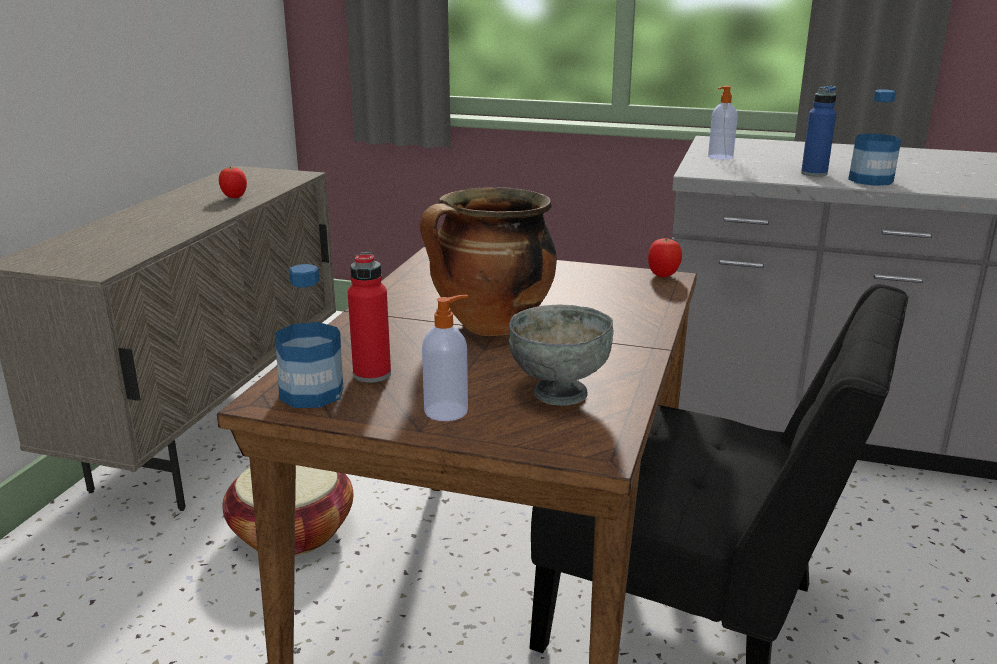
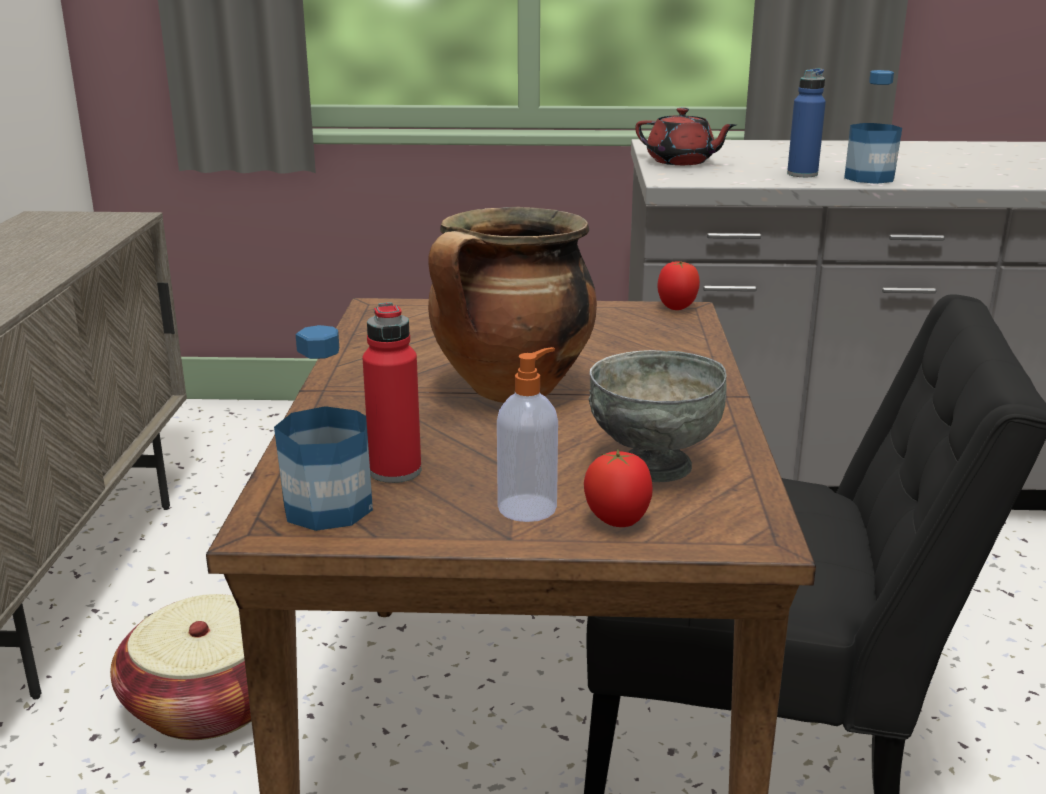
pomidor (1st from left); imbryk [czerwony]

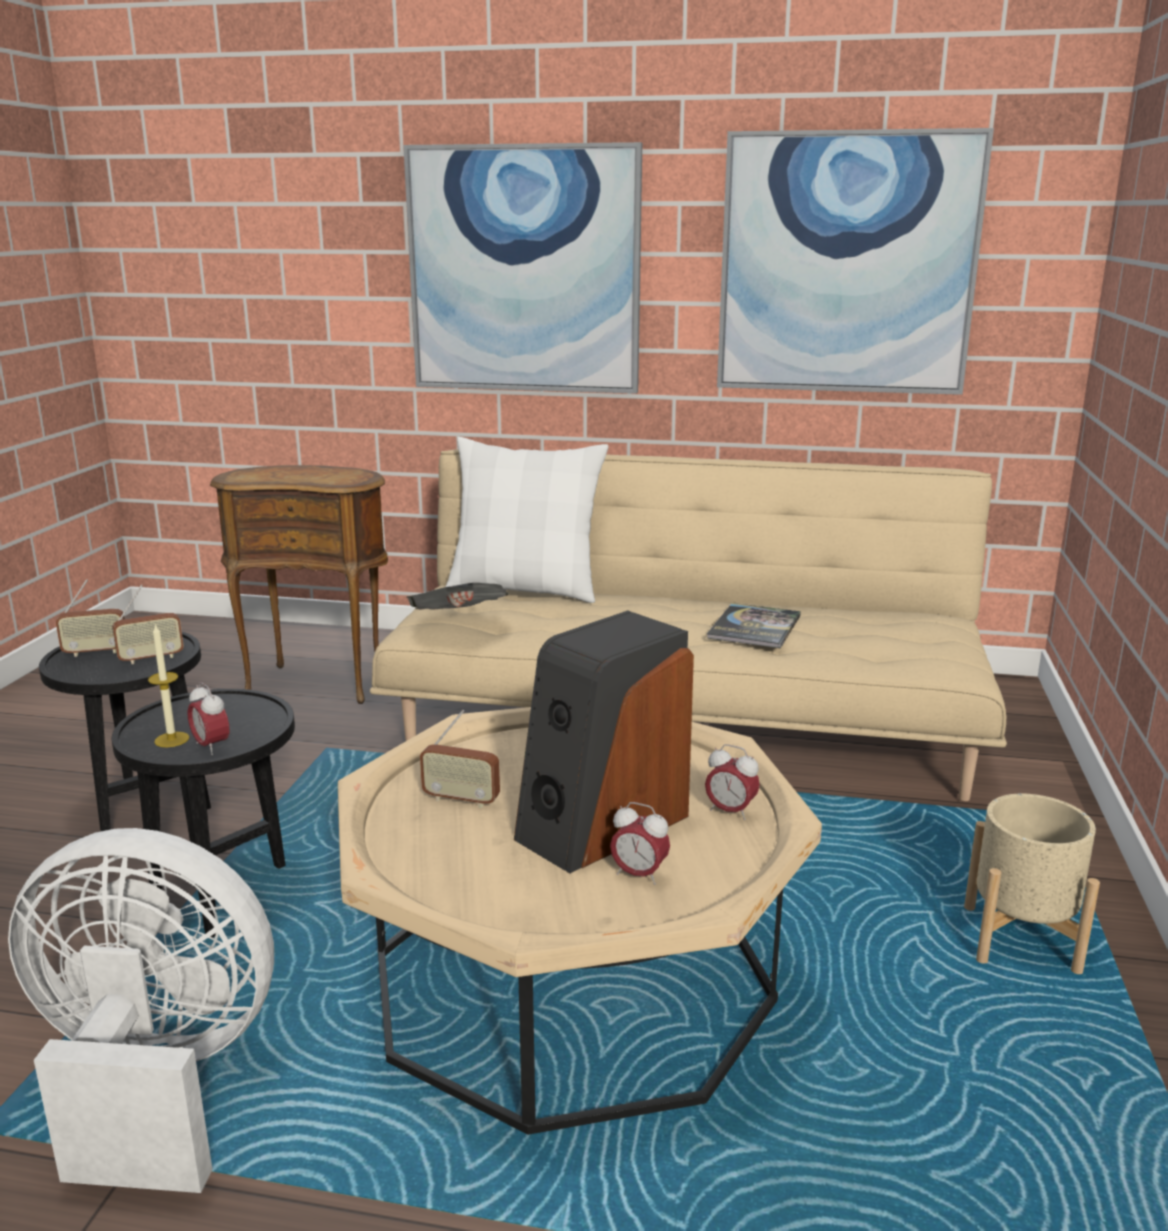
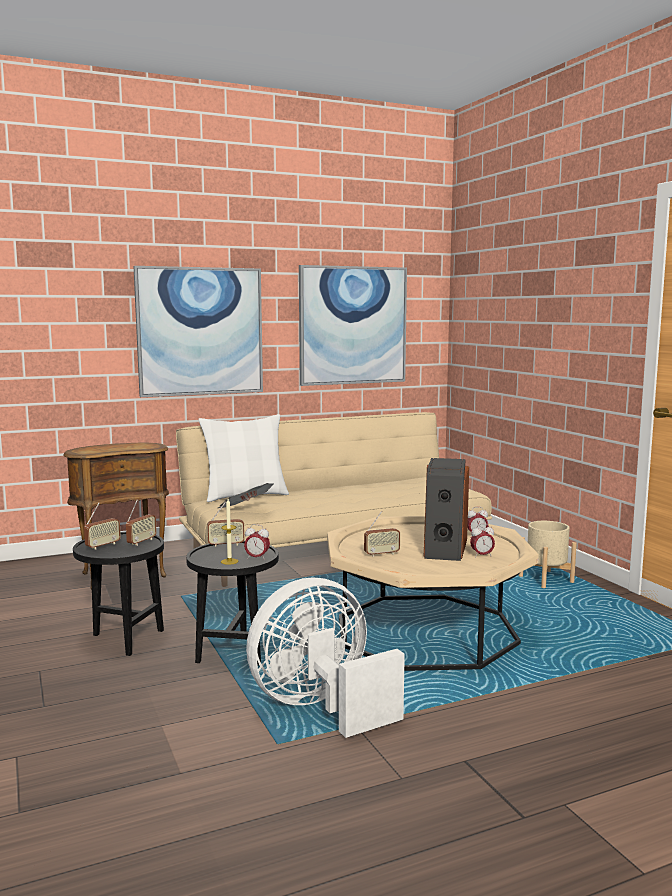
radio (3rd from left); książka

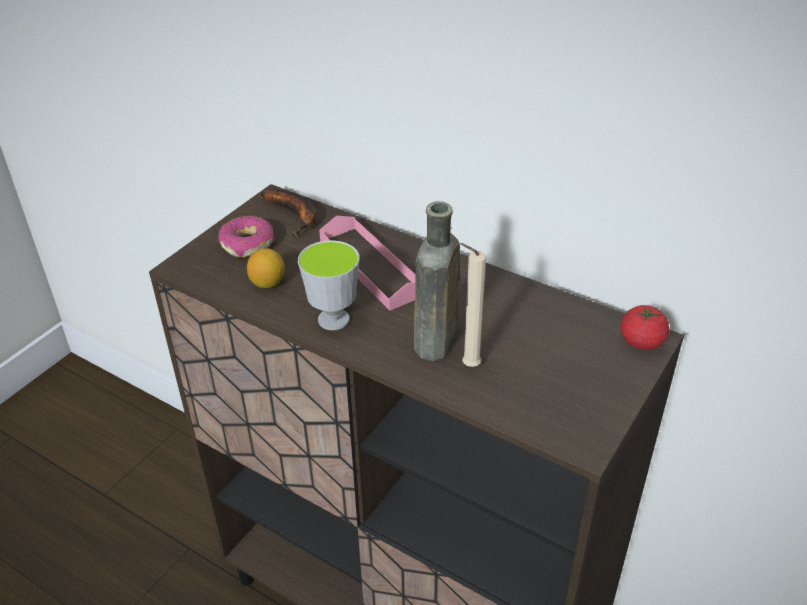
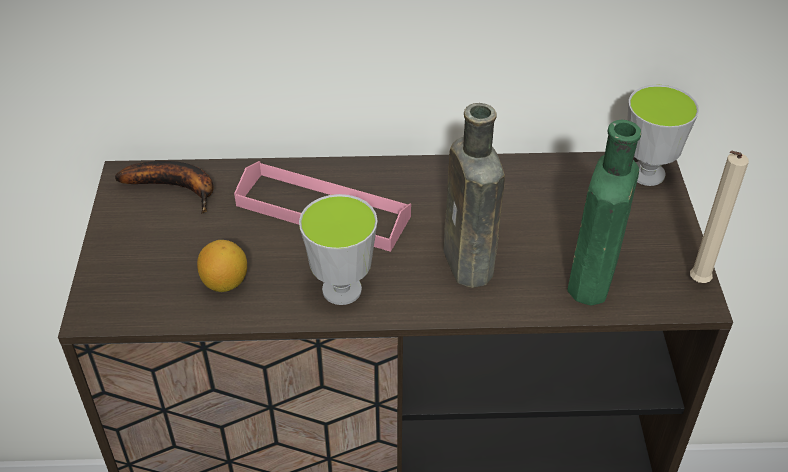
butelka [zielony]; filiżanka (2nd from left); świeca [beżowy]; donut

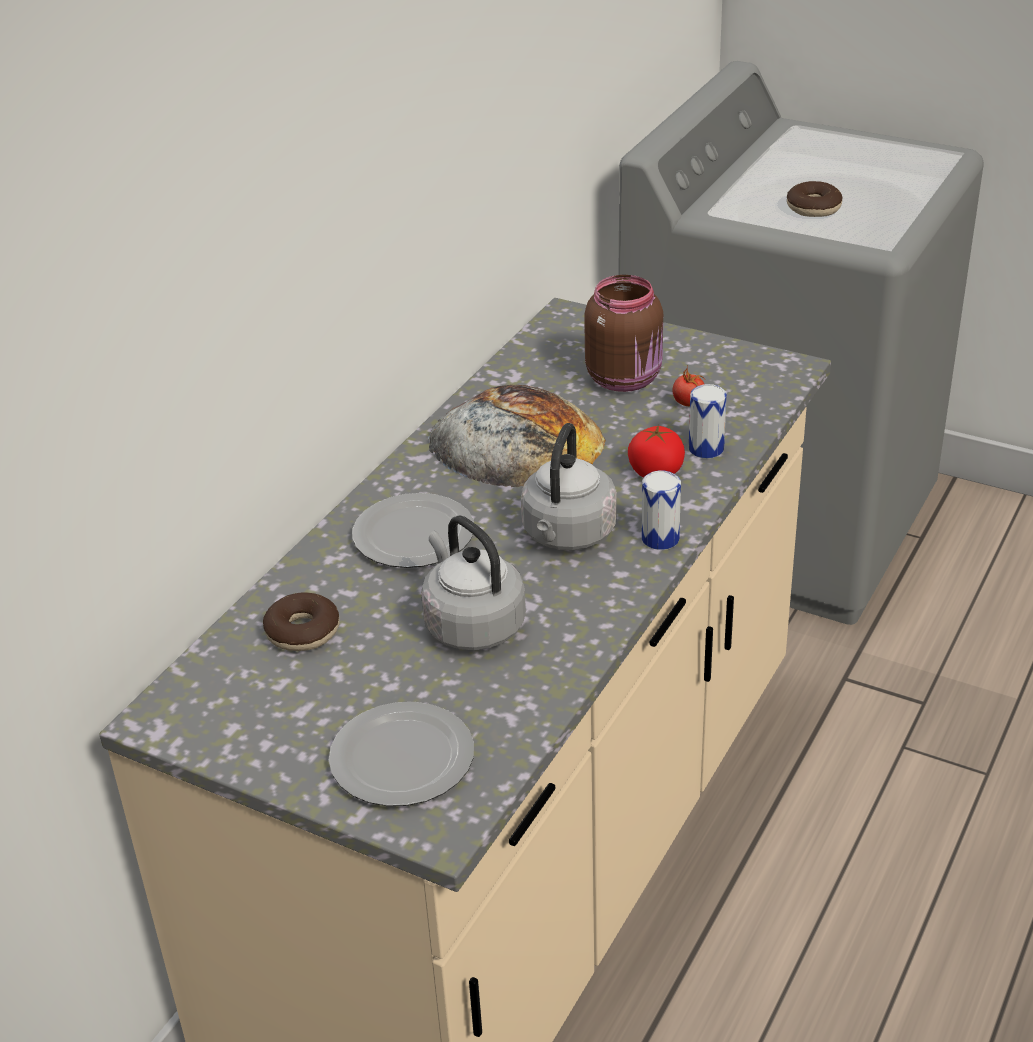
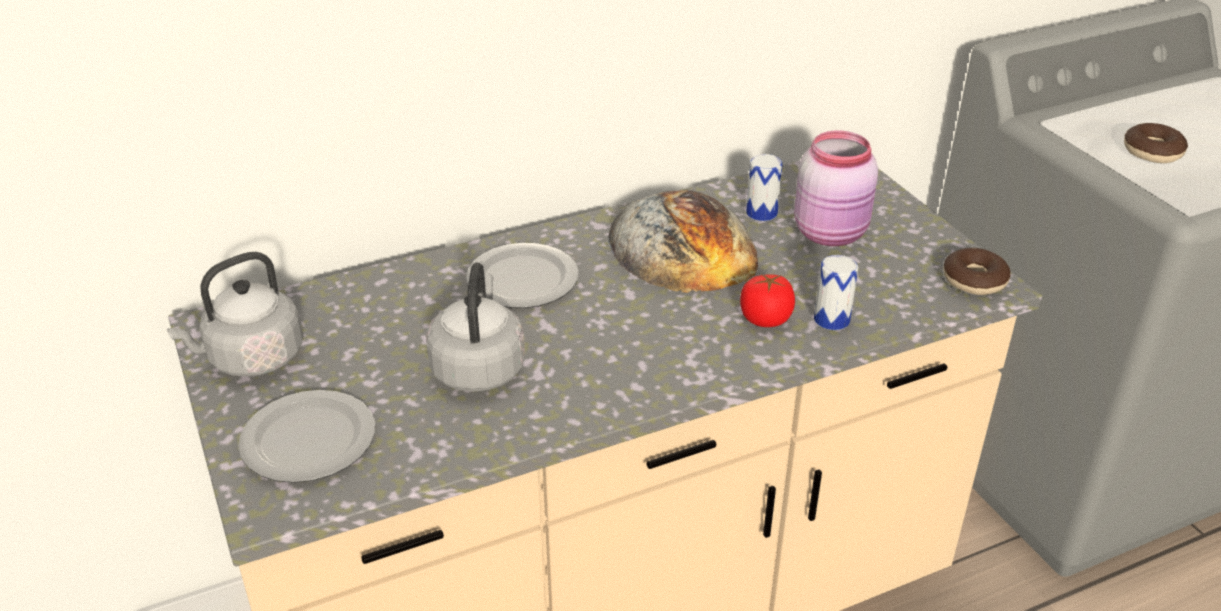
czajnik [szary] (1st from left); puszka (1st from left); słoik [różowy]; donut (1st from left); pomidor (2nd from left in the first image)

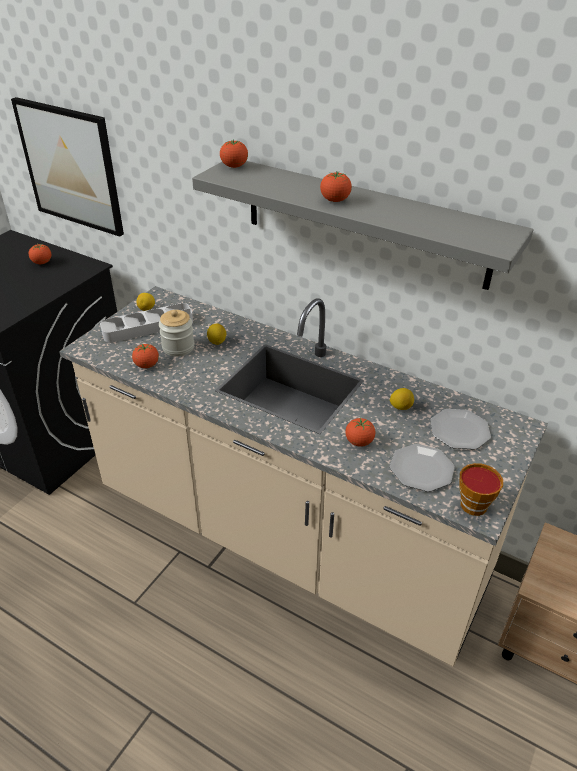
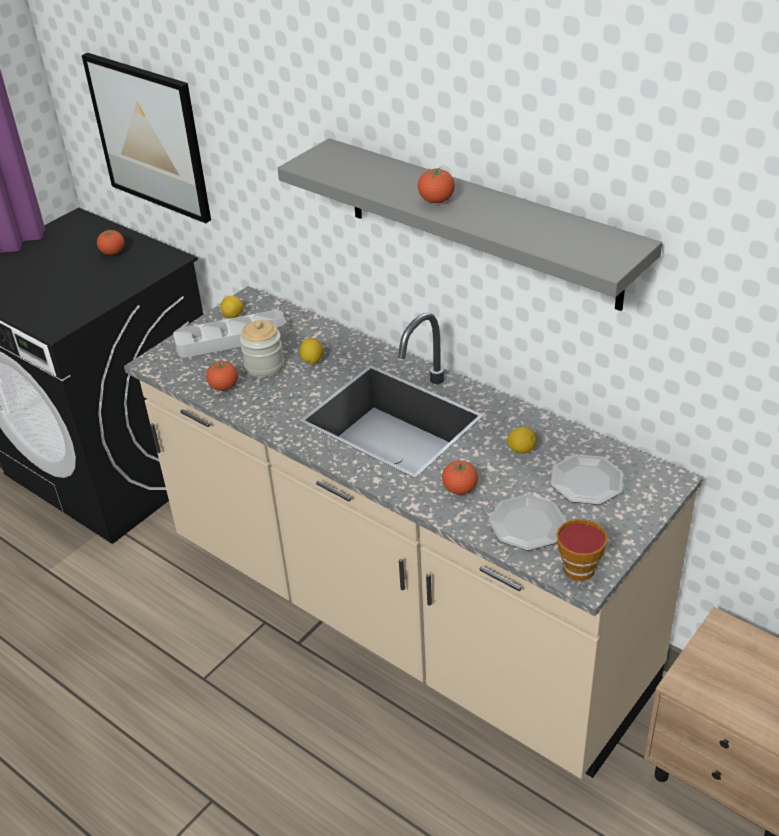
pomidor (3rd from left in the first image)

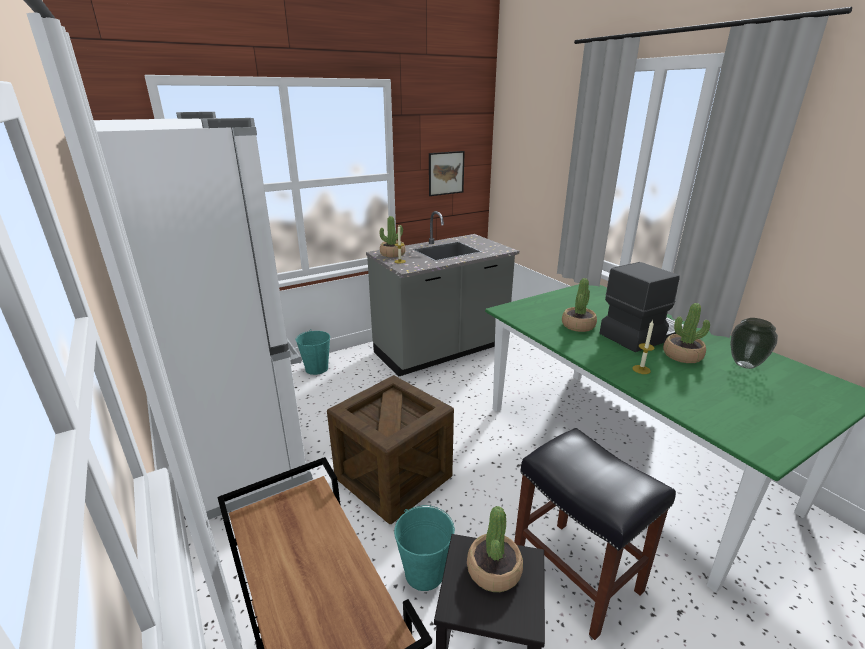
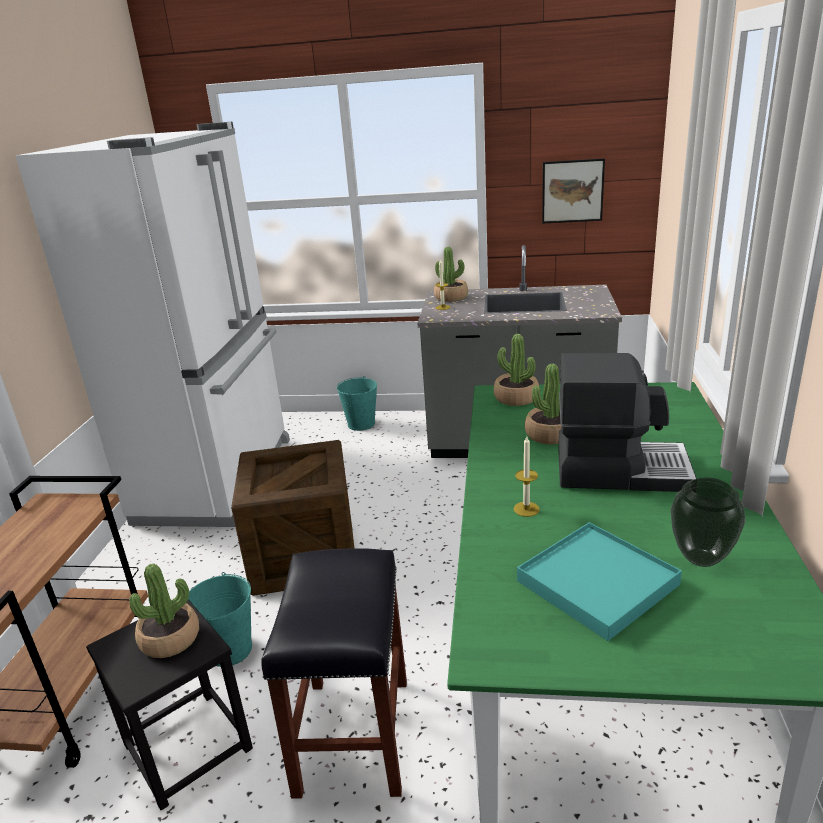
roślina doniczkowa (3rd from left); taca [turkusowy]

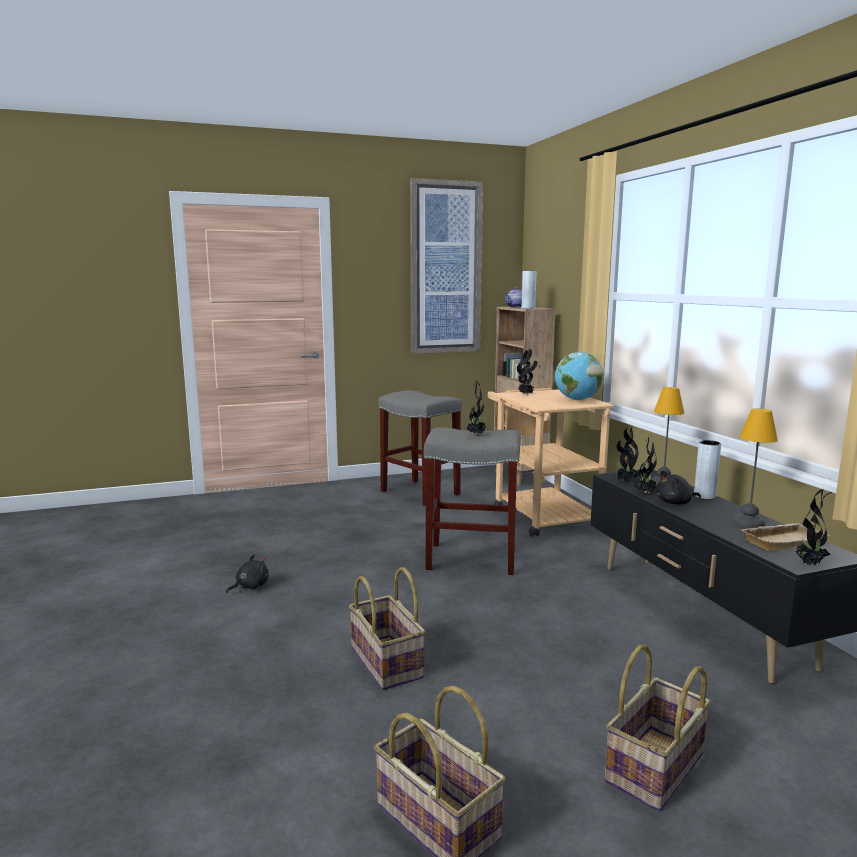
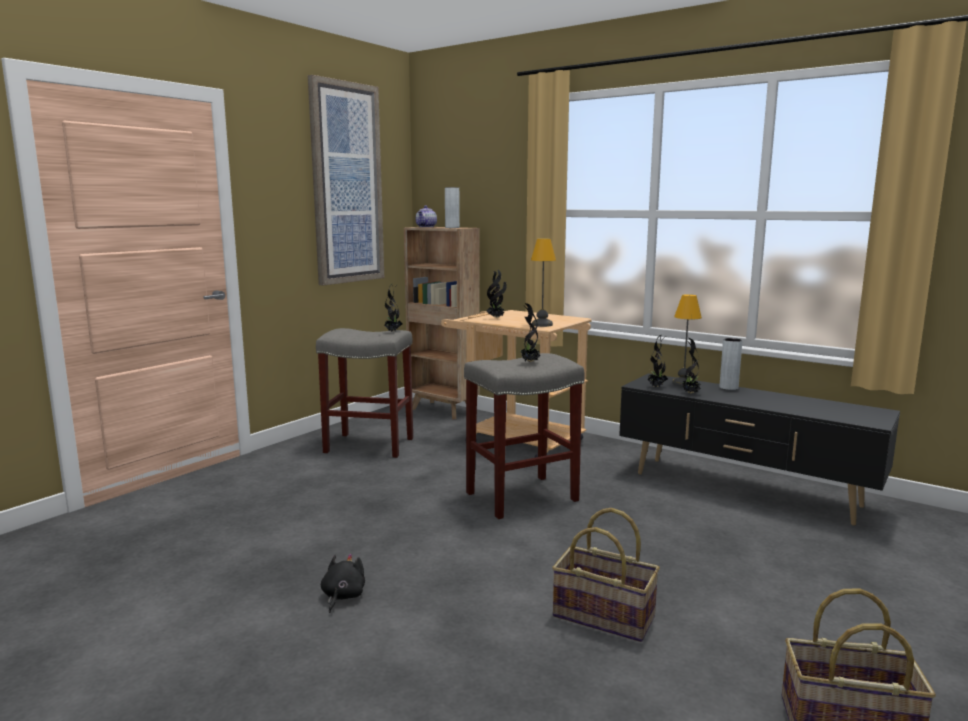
roślina doniczkowa (1st from left); lampa stołowa (1st from left); globus; koszyk (3rd from left in the first image); pluszak [czarny] (2nd from left in the first image); taca [beżowy]

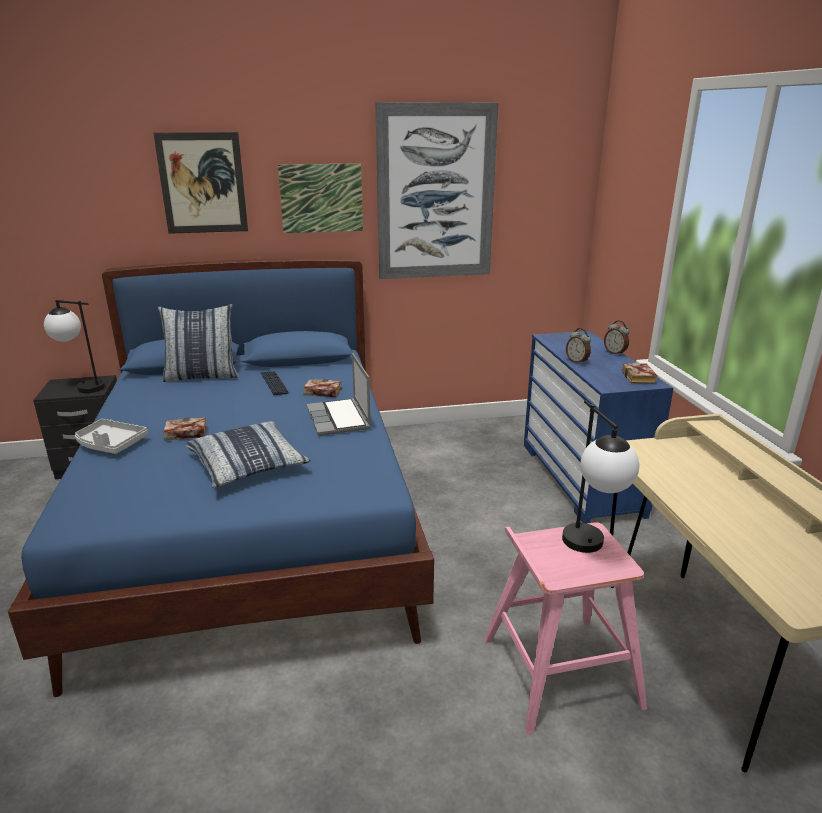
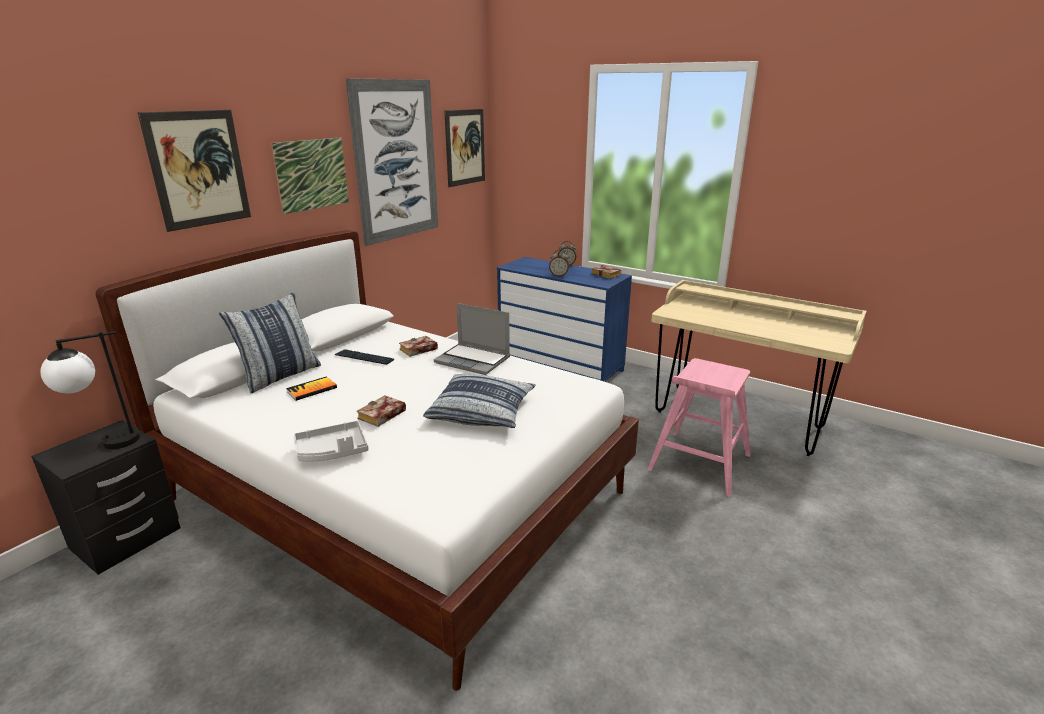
łóżko [biały]; książka (1st from left); obraz (4th from left); lampa stołowa (2nd from left in the first image)

